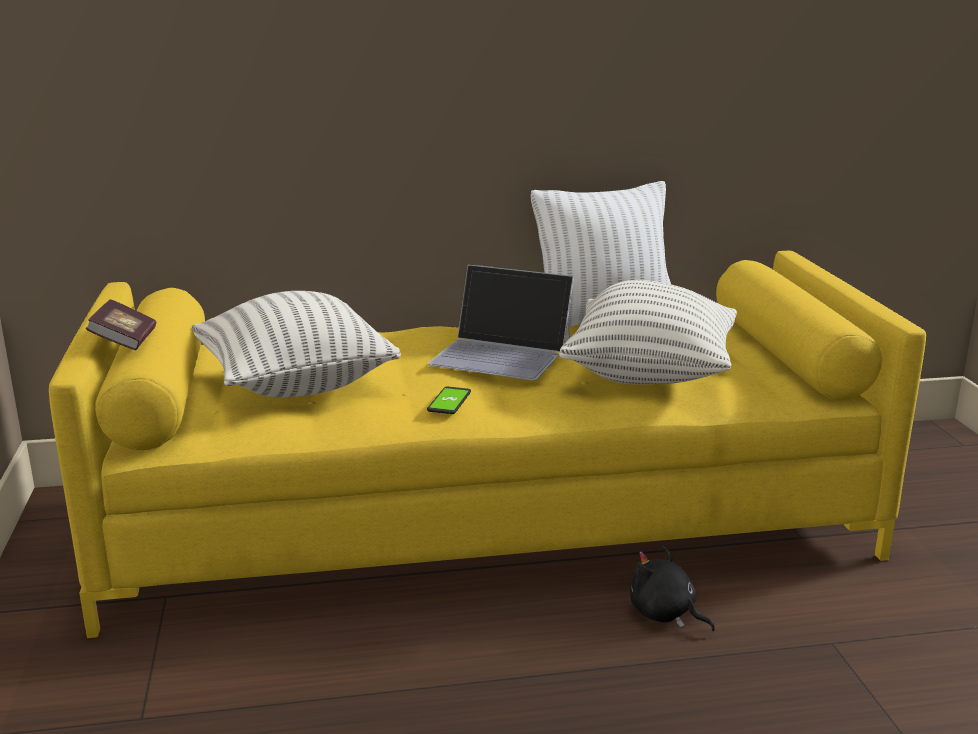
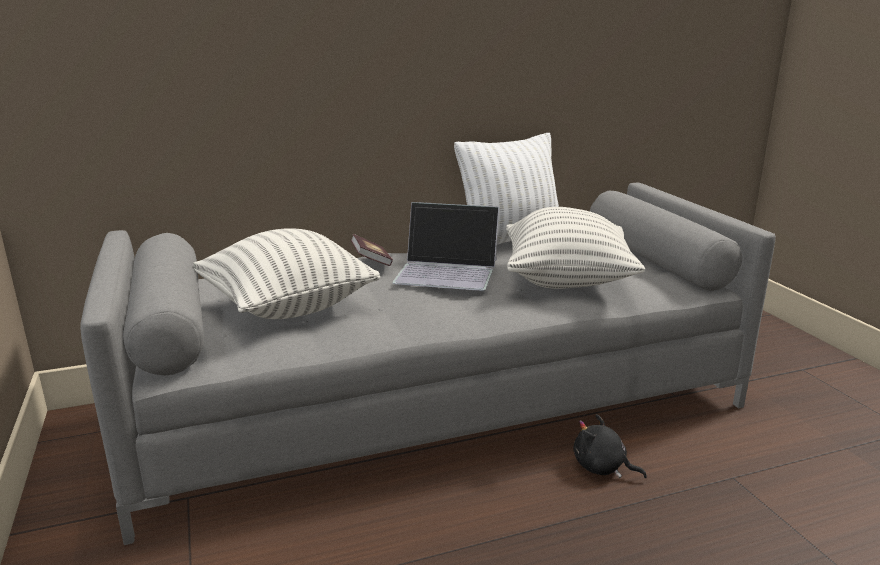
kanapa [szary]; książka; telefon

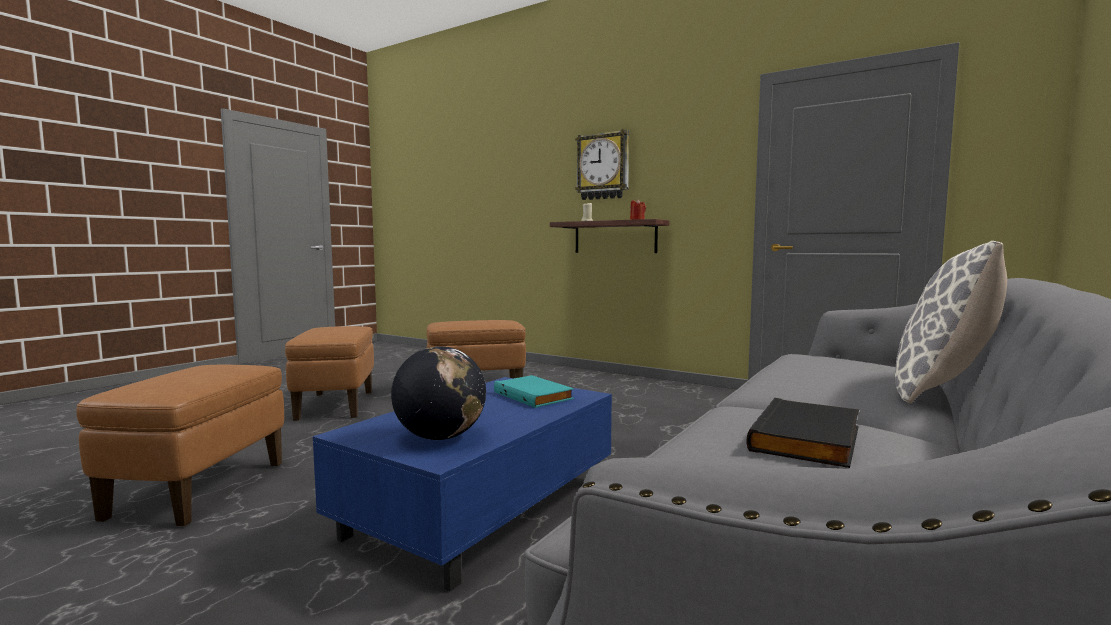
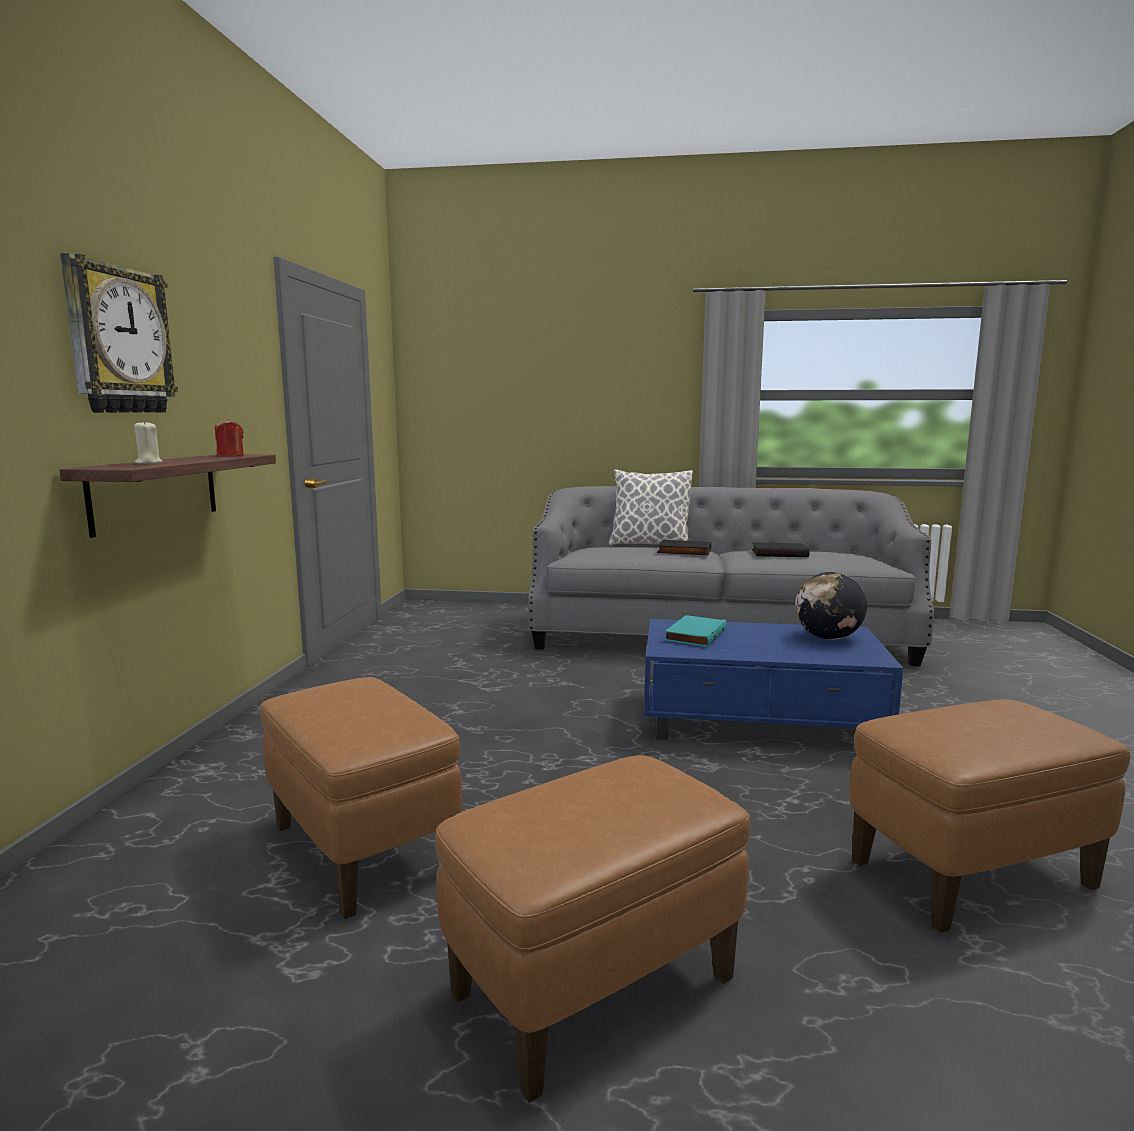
książka [czarny] (1st from left)

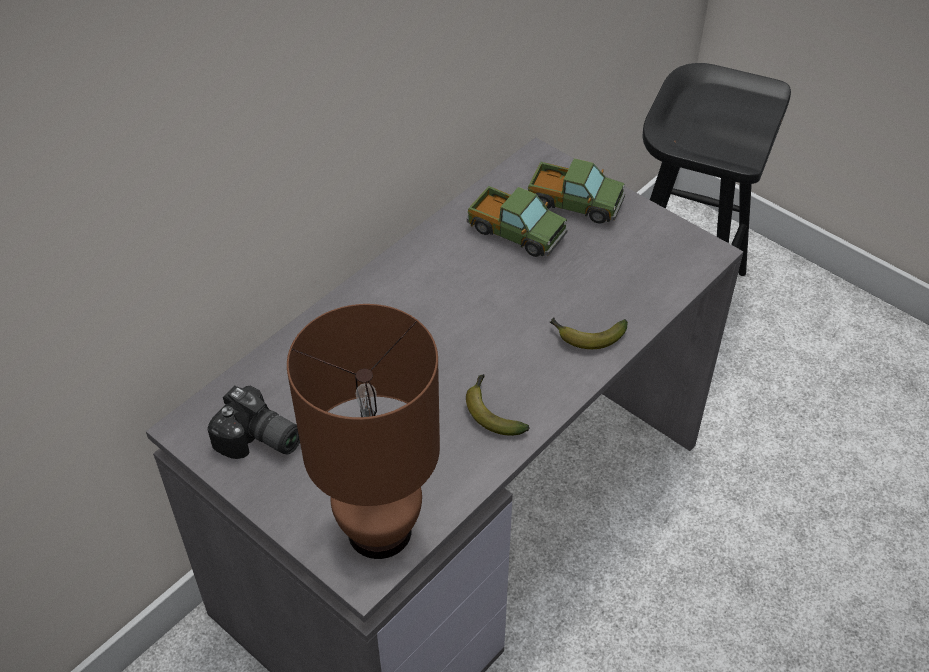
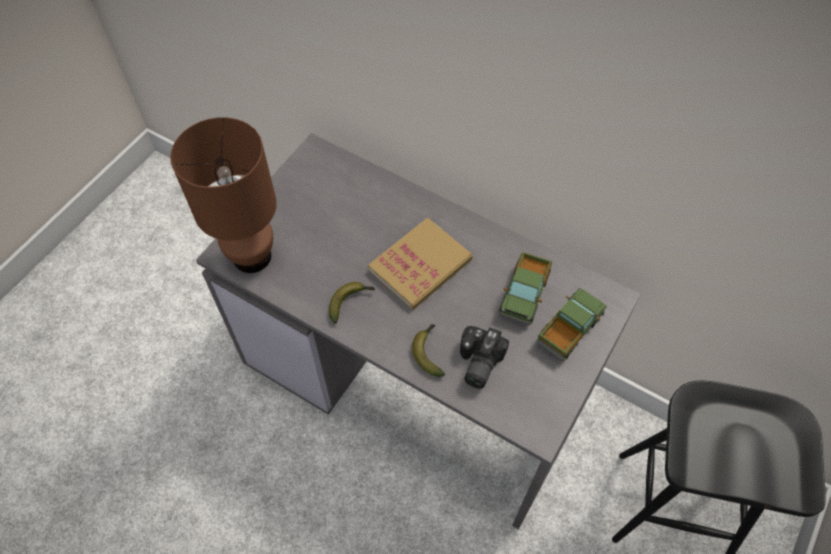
książka; aparat fotograficzny; ciężarówka zabawkowa (2nd from left)

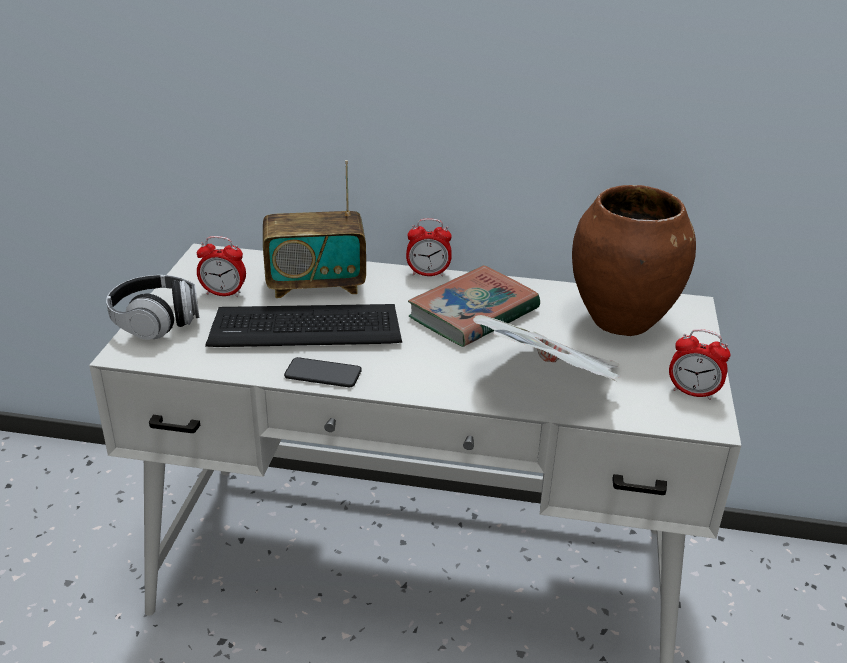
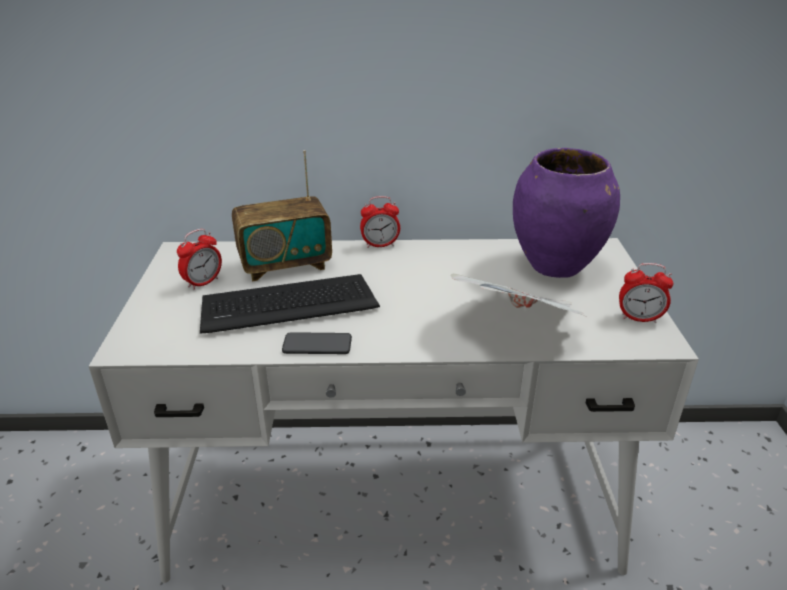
budzik (1st from left); wazon [fioletowy]; słuchawki; książka

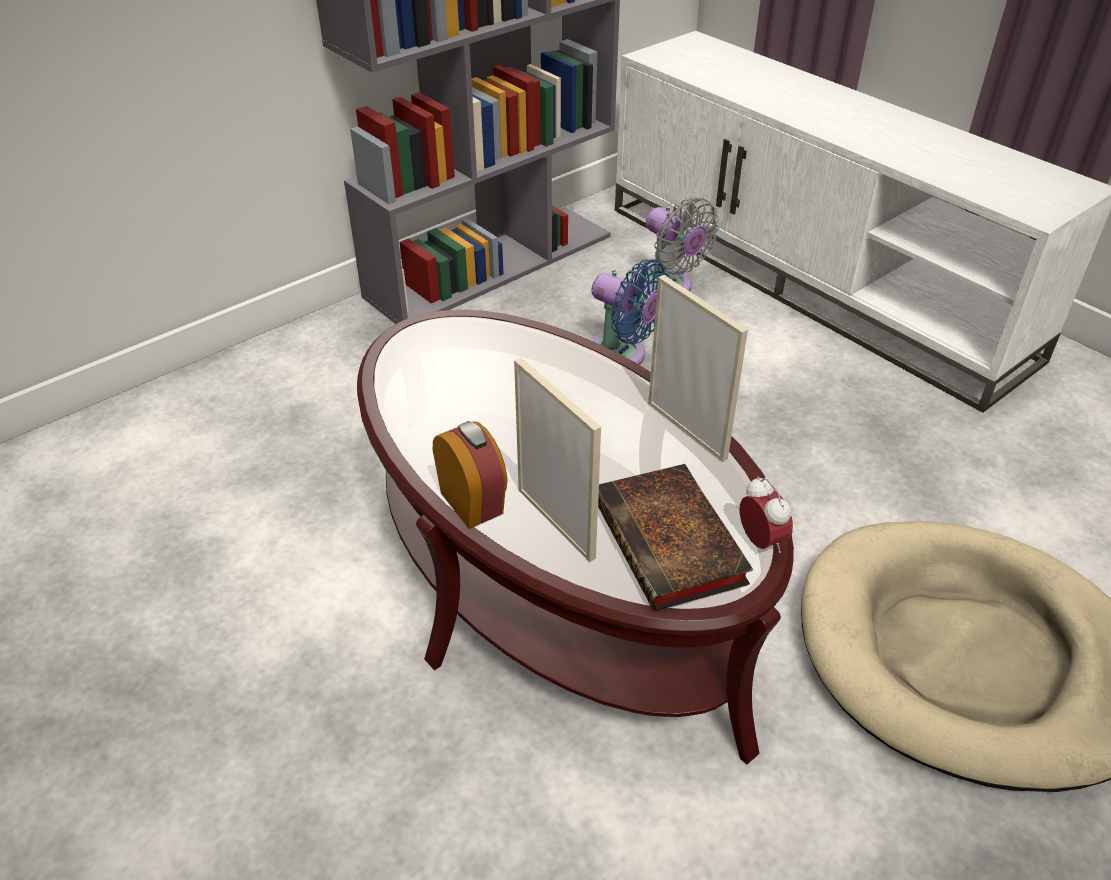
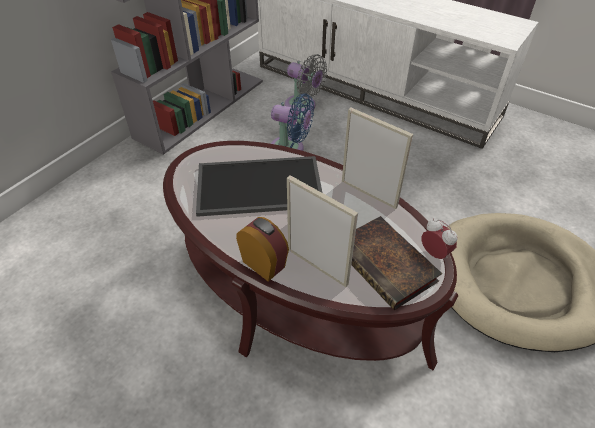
taca

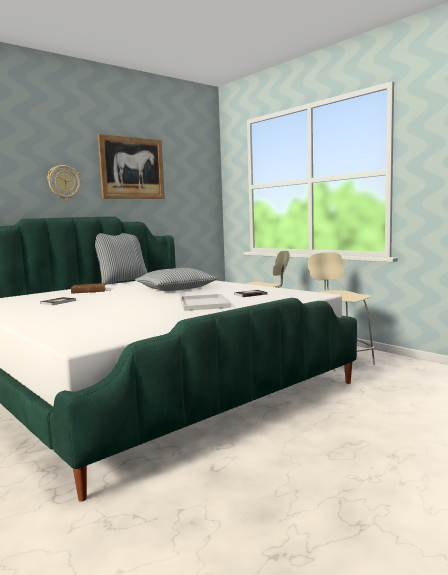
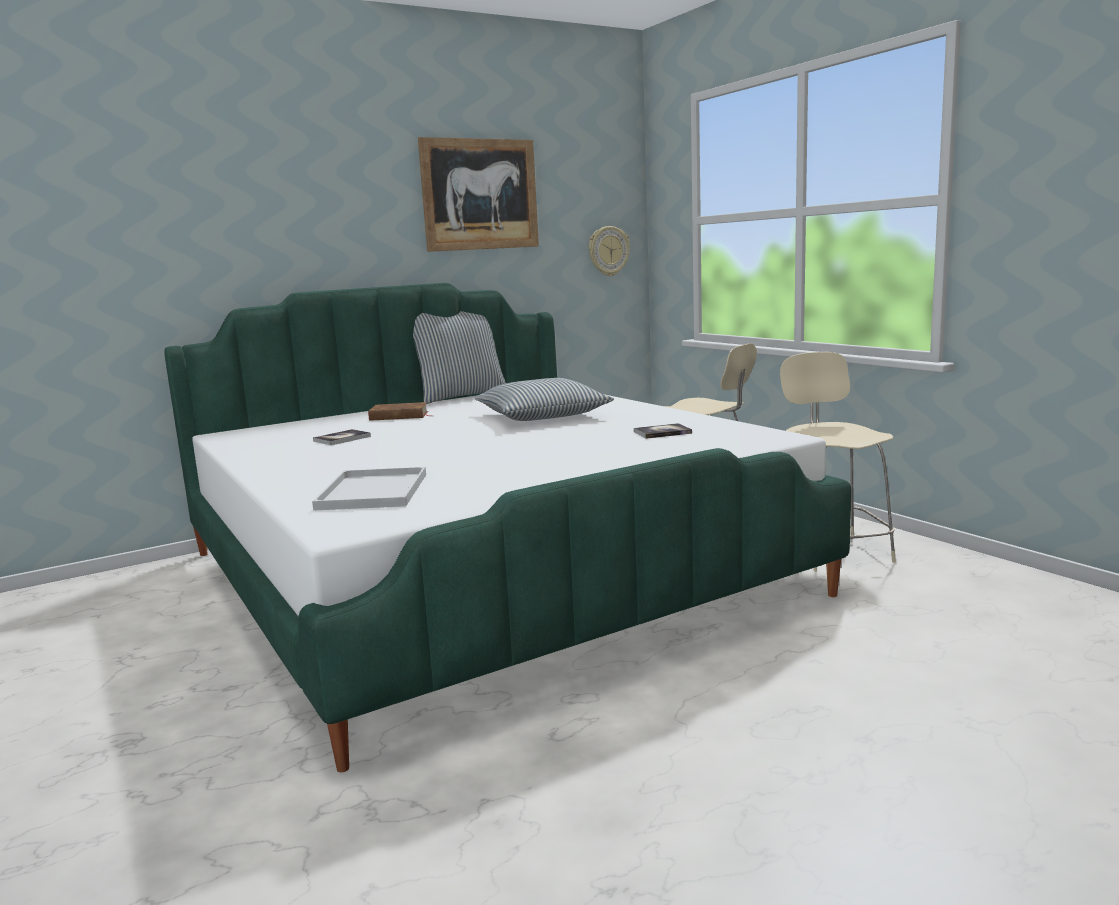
taca [biały]; zegar ścienny

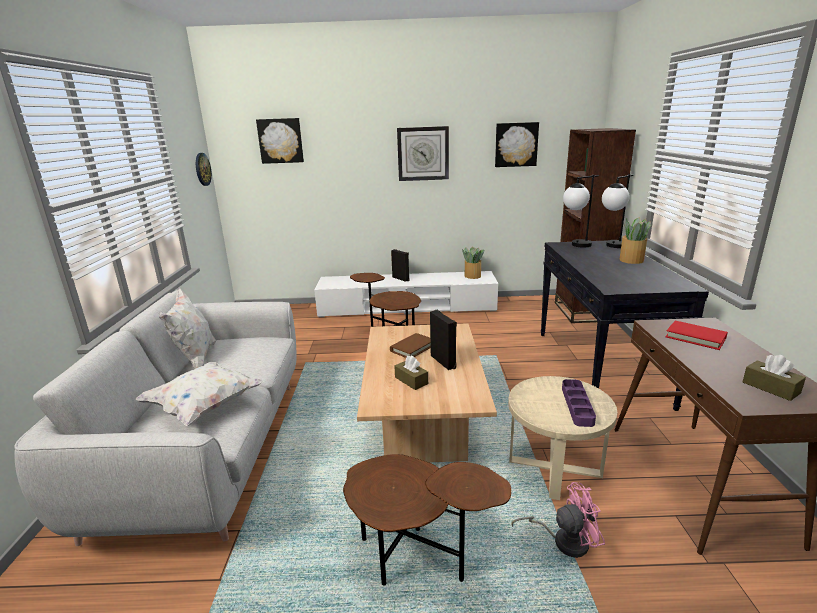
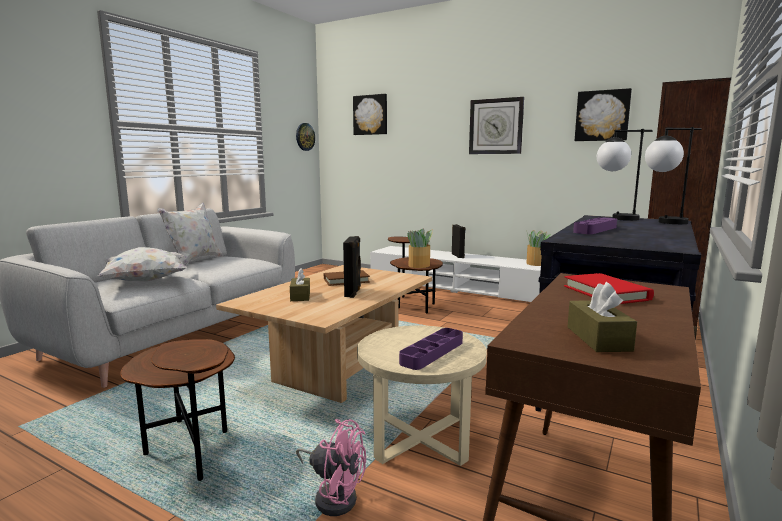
roślina doniczkowa (1st from left); taca [fioletowy] (2nd from left)

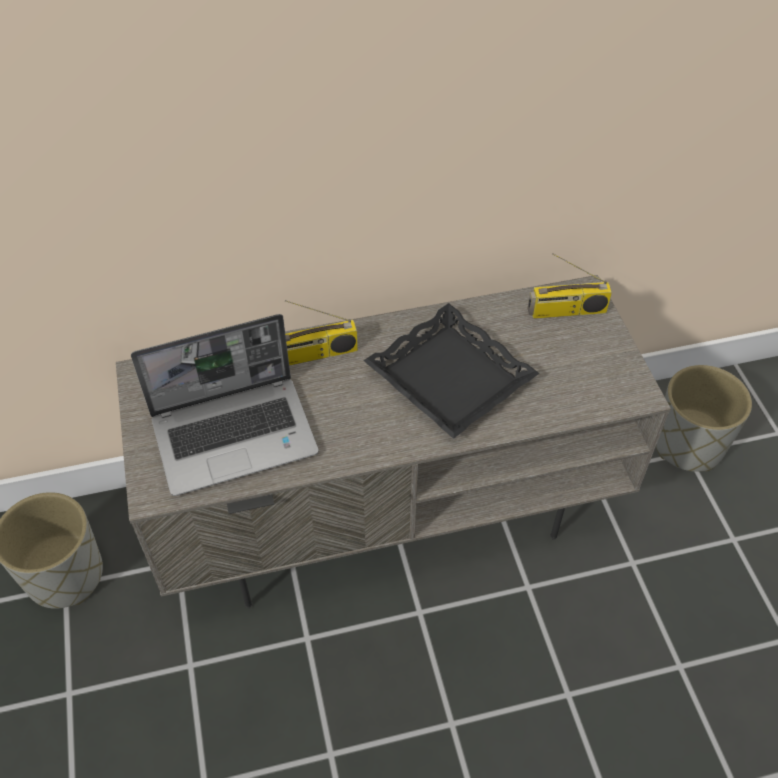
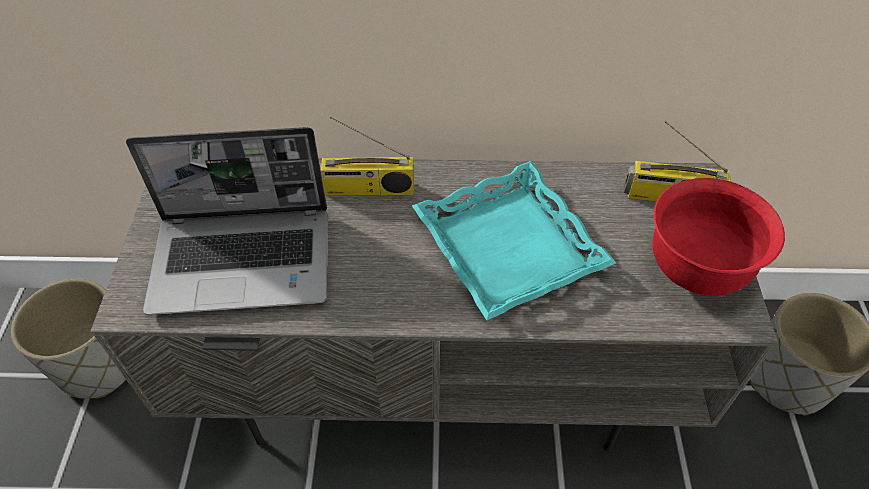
taca [turkusowy]; miska [czerwony]

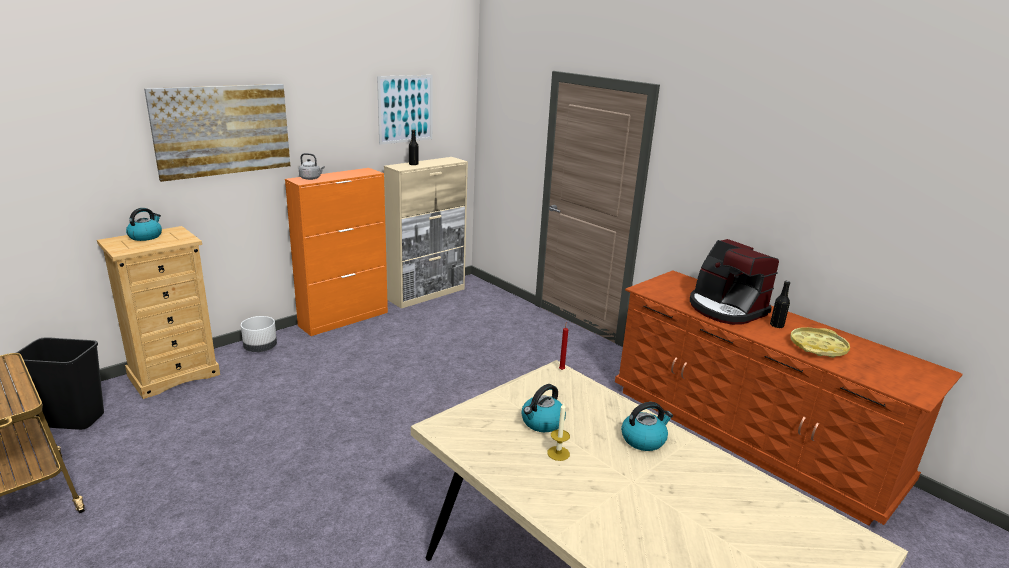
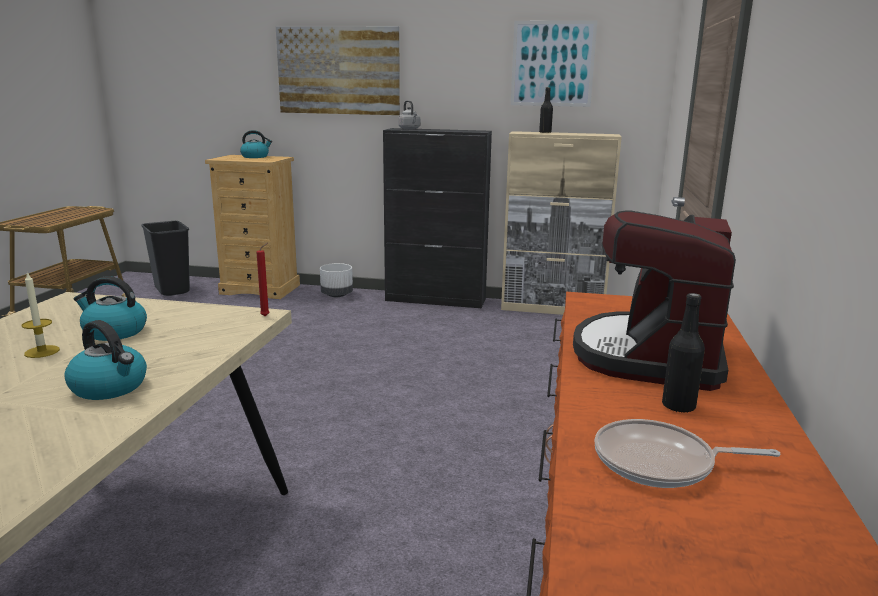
szafka [czarny]; patelnia

